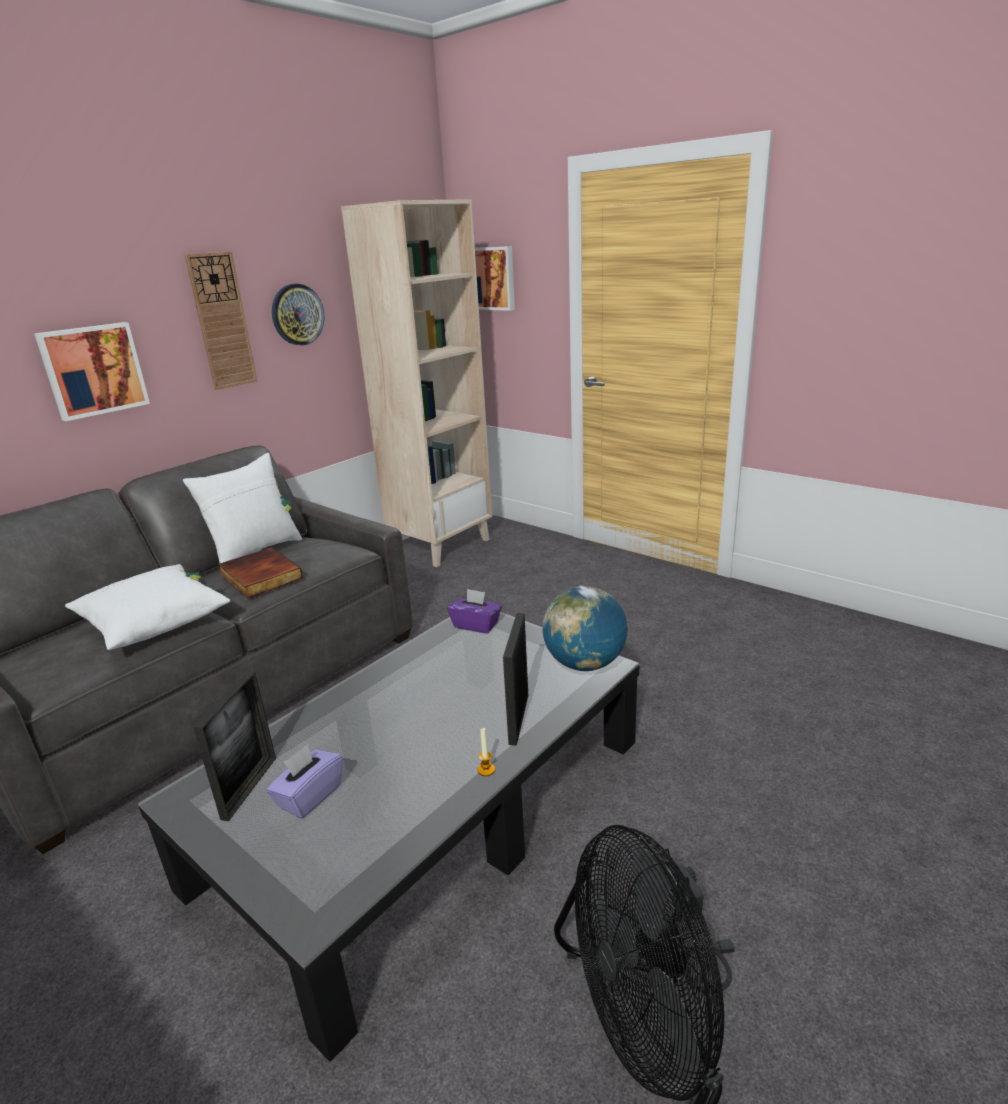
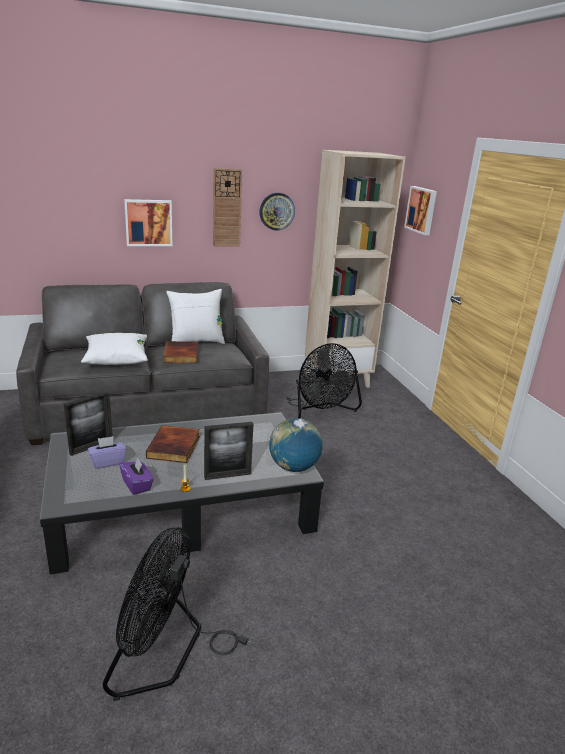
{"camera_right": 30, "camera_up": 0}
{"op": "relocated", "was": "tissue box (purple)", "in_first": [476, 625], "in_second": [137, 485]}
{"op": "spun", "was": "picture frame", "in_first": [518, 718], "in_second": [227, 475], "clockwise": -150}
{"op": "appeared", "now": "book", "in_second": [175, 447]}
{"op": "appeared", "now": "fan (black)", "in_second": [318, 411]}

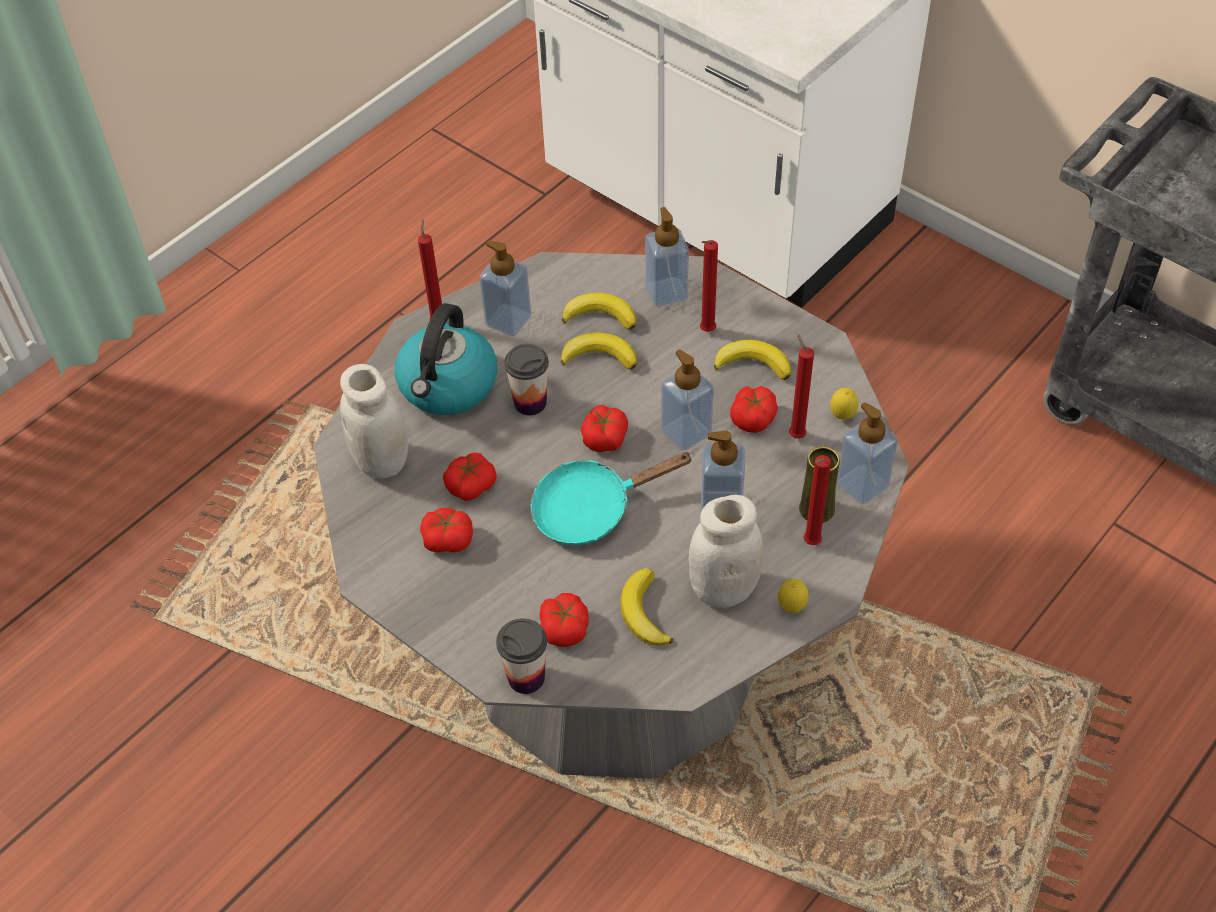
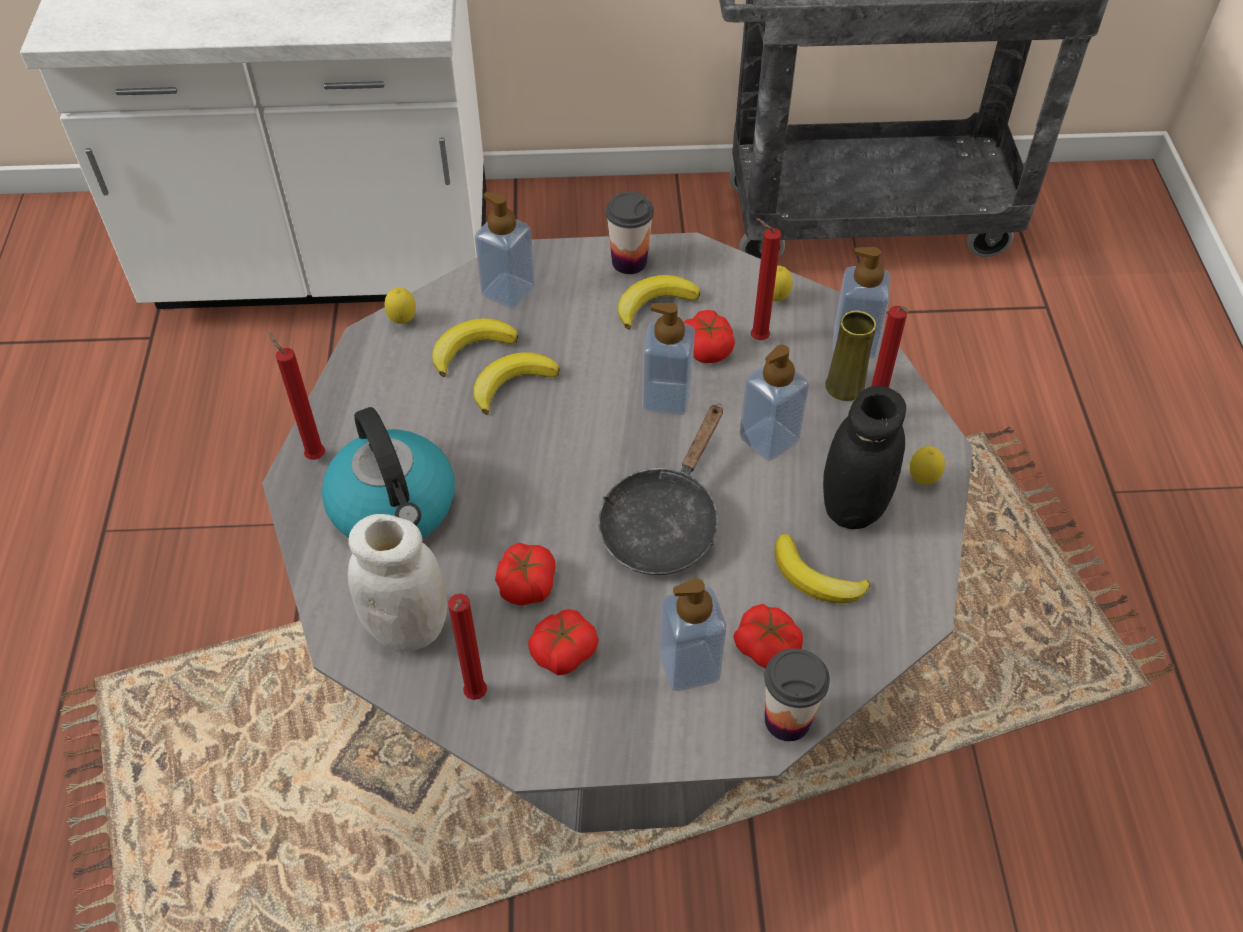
{"camera_right": -45, "camera_up": 0}
{"op": "relocated", "was": "soap dispenser", "in_first": [508, 320], "in_second": [689, 665]}
{"op": "relocated", "was": "cup", "in_first": [530, 403], "in_second": [629, 262]}
{"op": "colour", "was": "frying pan (turquoise)", "now": "frying pan (black)", "in_first": [591, 509], "in_second": [663, 522]}
{"op": "missing", "was": "tomato", "in_first": [604, 438]}
{"op": "colour", "was": "jar (white)", "now": "jar (black)", "in_first": [723, 589], "in_second": [853, 506]}
{"op": "relocated", "was": "candle (red)", "in_first": [705, 332], "in_second": [475, 697]}
{"op": "appeared", "now": "lemon", "in_second": [403, 321]}

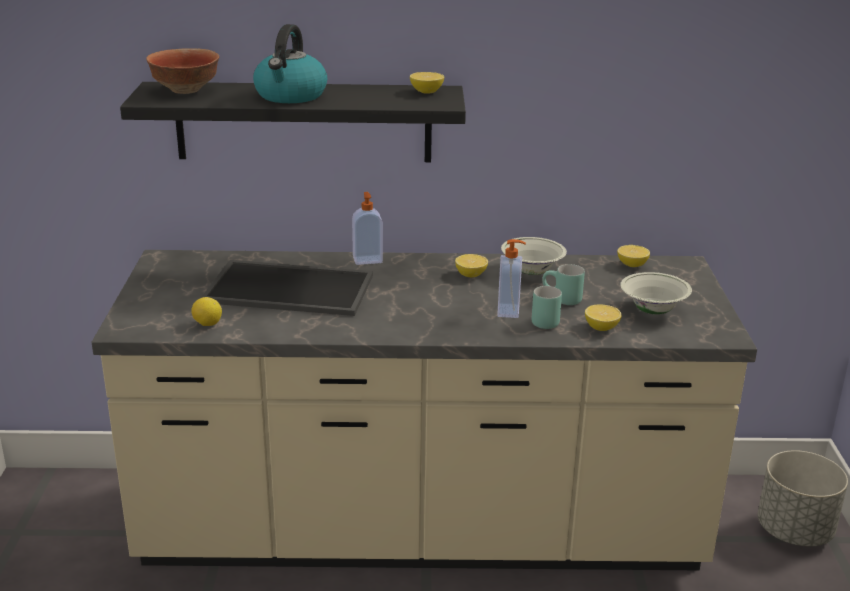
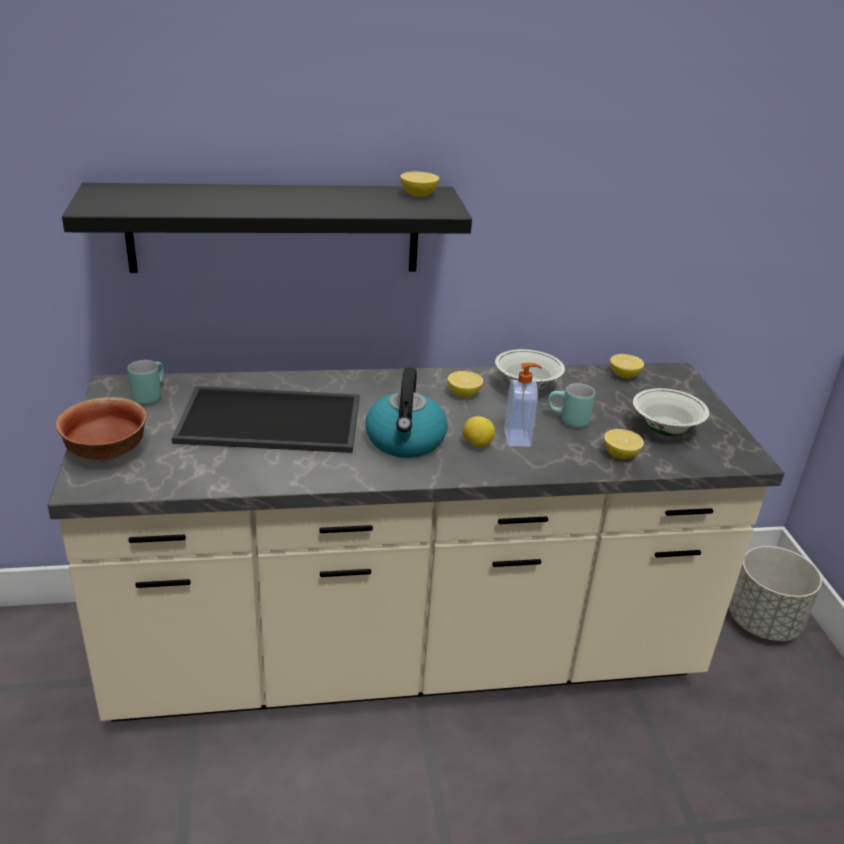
{"camera_right": -10, "camera_up": 5}
{"op": "relocated", "was": "bowl", "in_first": [187, 90], "in_second": [108, 453]}
{"op": "relocated", "was": "lemon", "in_first": [207, 324], "in_second": [477, 445]}
{"op": "relocated", "was": "kettle", "in_first": [291, 96], "in_second": [405, 441]}
{"op": "missing", "was": "soap dispenser", "in_first": [367, 259]}
{"op": "relocated", "was": "mug (turquoise)", "in_first": [545, 320], "in_second": [149, 395]}

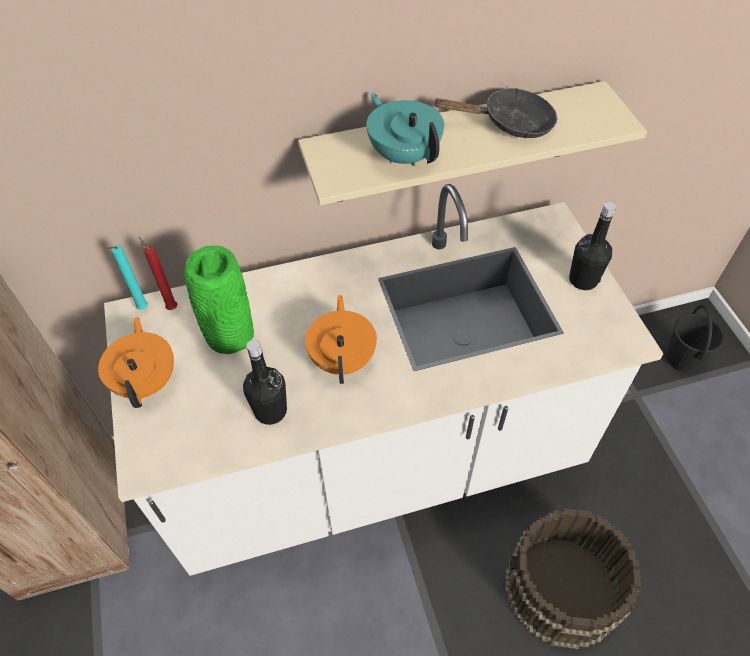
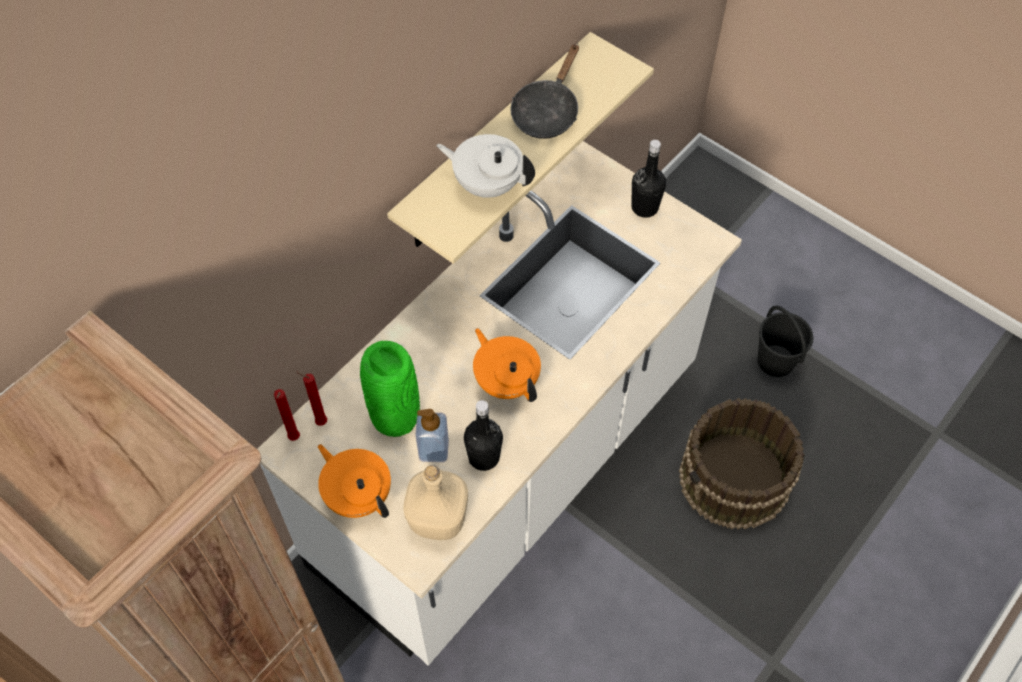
{"camera_right": -35, "camera_up": 5}
{"op": "colour", "was": "candle (turquoise)", "now": "candle (red)", "in_first": [141, 309], "in_second": [294, 439]}
{"op": "colour", "was": "teapot (turquoise)", "now": "teapot (white)", "in_first": [404, 155], "in_second": [487, 184]}
{"op": "spun", "was": "frying pan (black)", "in_first": [510, 123], "in_second": [547, 111], "clockwise": 150}
{"op": "relocated", "was": "bucket (black)", "in_first": [683, 359], "in_second": [776, 361]}
{"op": "appeared", "now": "bottle (beige)", "in_second": [438, 517]}
{"op": "appeared", "now": "soap dispenser", "in_second": [433, 449]}

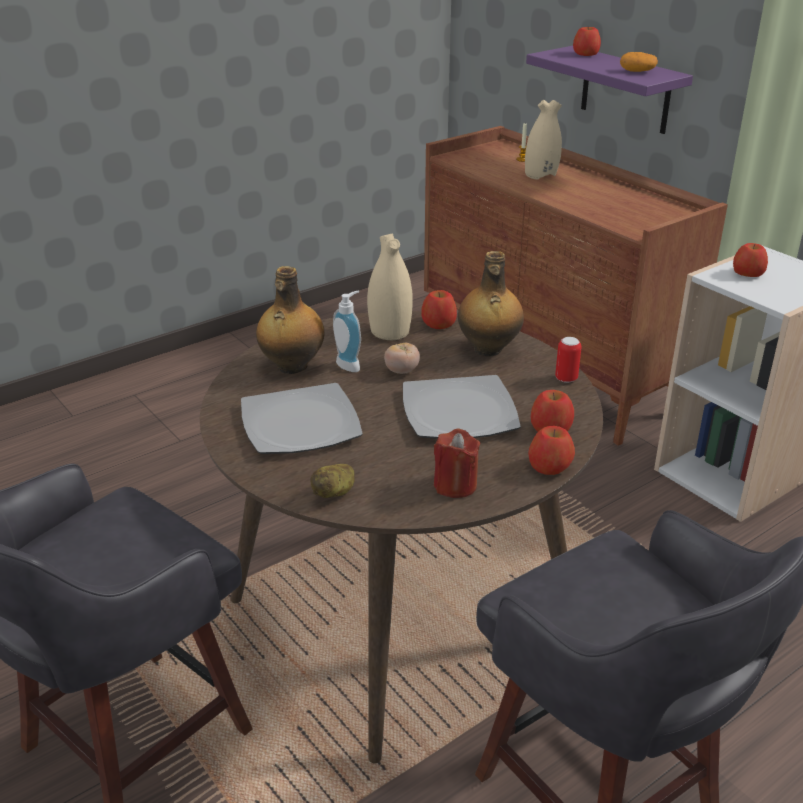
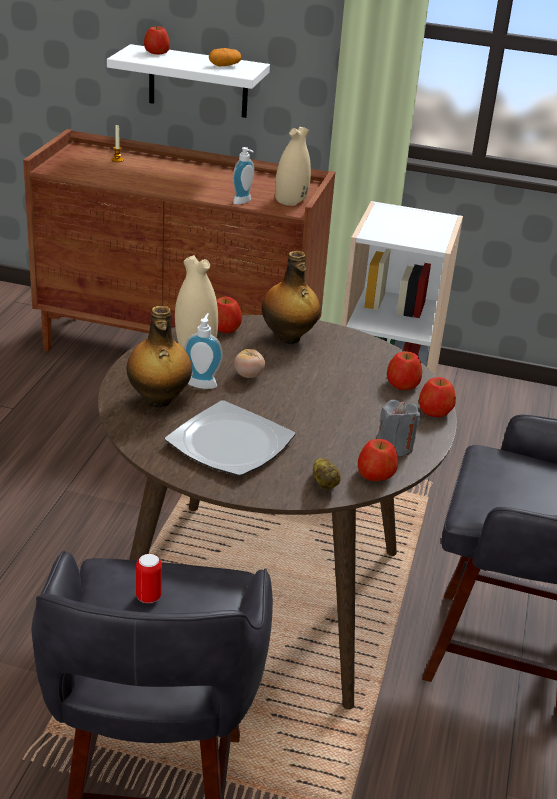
{"camera_right": -40, "camera_up": 0}
{"op": "missing", "was": "plate", "in_first": [460, 411]}
{"op": "colour", "was": "candle (red)", "now": "candle (grey)", "in_first": [455, 485], "in_second": [395, 446]}
{"op": "relocated", "was": "vase (beige)", "in_first": [541, 175], "in_second": [291, 200]}
{"op": "colour", "was": "shelf (purple)", "now": "shelf (white)", "in_first": [625, 90], "in_second": [198, 82]}
{"op": "relocated", "was": "can", "in_first": [566, 378], "in_second": [148, 597]}
{"op": "relocated", "was": "apple", "in_first": [747, 273], "in_second": [375, 474]}
{"op": "appeared", "now": "soap dispenser", "in_second": [244, 202]}

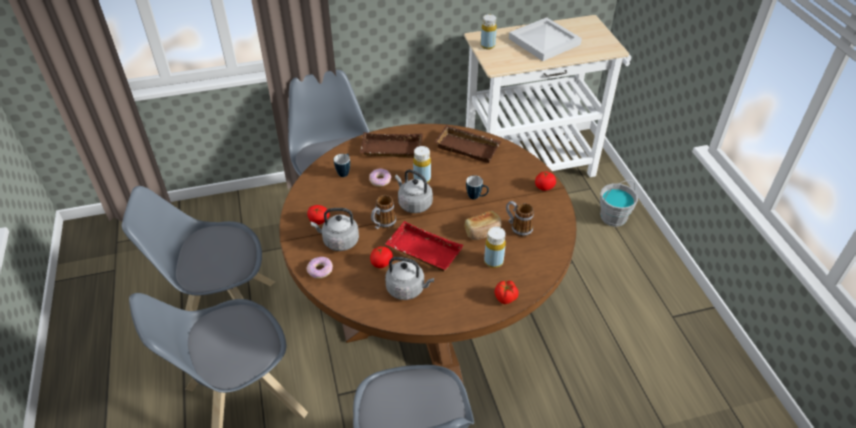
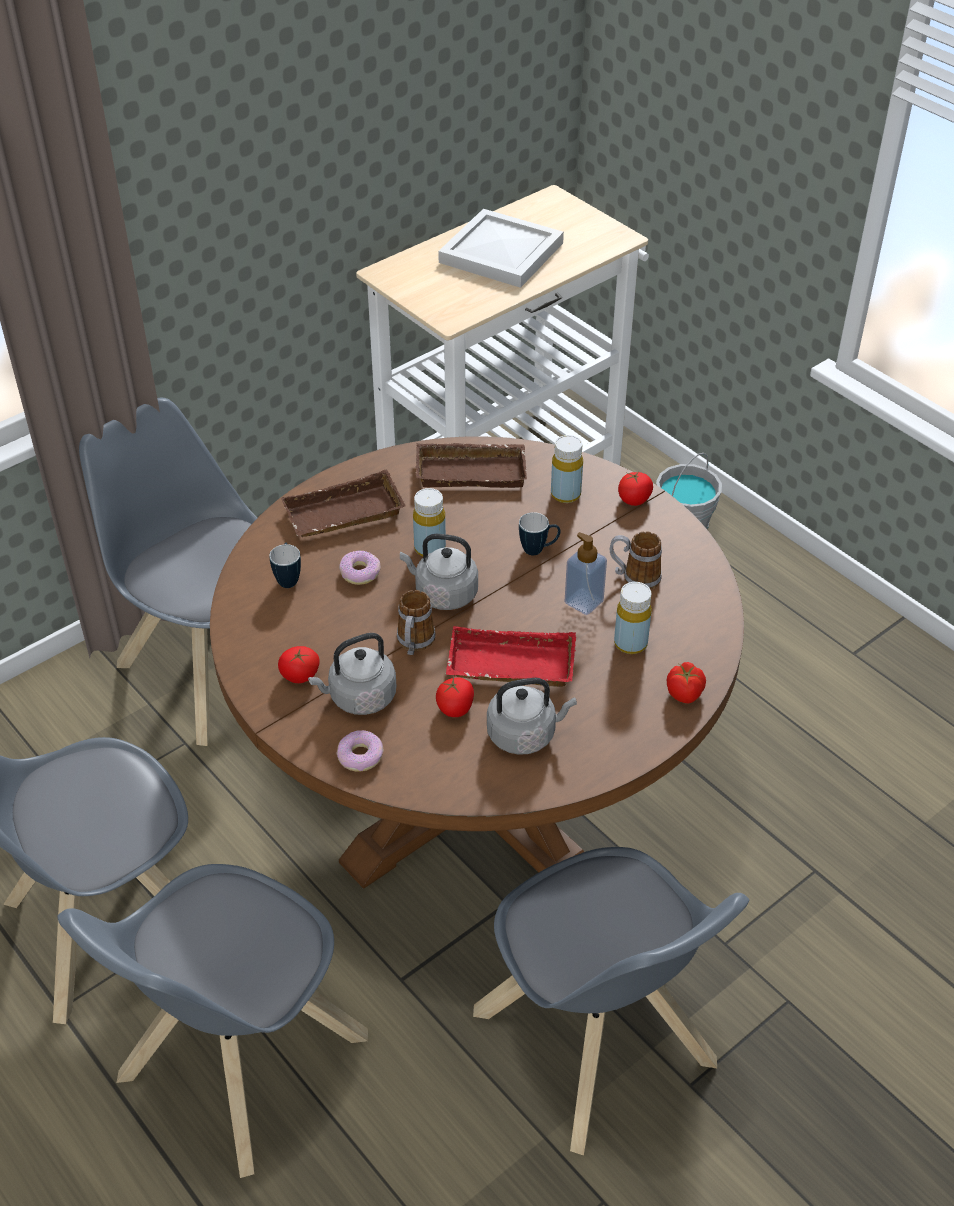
{"camera_right": -25, "camera_up": 0}
{"op": "exchanged", "was": "bread", "now": "soap dispenser", "in_first": [482, 231], "in_second": [584, 602]}
{"op": "relocated", "was": "bottle (yellow)", "in_first": [487, 46], "in_second": [565, 494]}

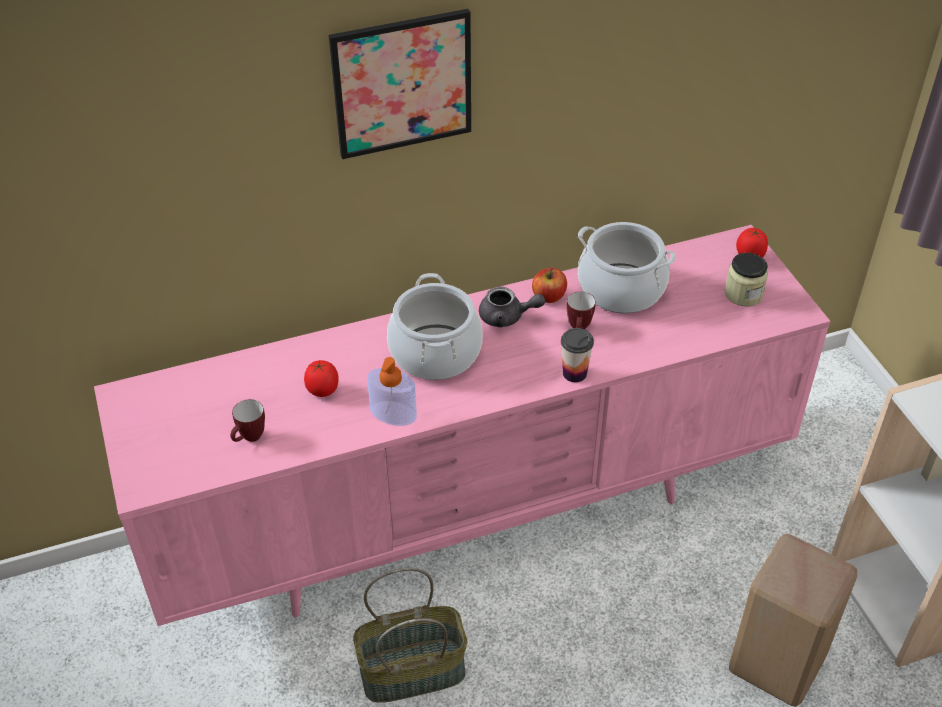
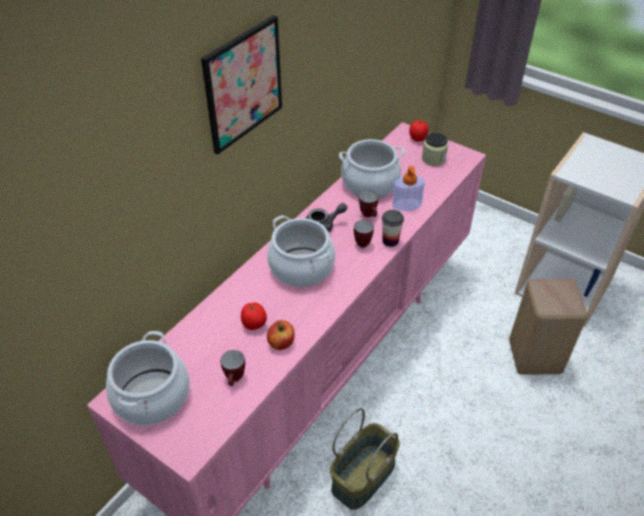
{"camera_right": -35, "camera_up": 0}
{"op": "relocated", "was": "soap dispenser", "in_first": [393, 413], "in_second": [406, 205]}
{"op": "relocated", "was": "apple", "in_first": [549, 296], "in_second": [281, 343]}
{"op": "appeared", "now": "cooking pot", "in_second": [151, 396]}
{"op": "appeared", "now": "mug", "in_second": [362, 242]}

